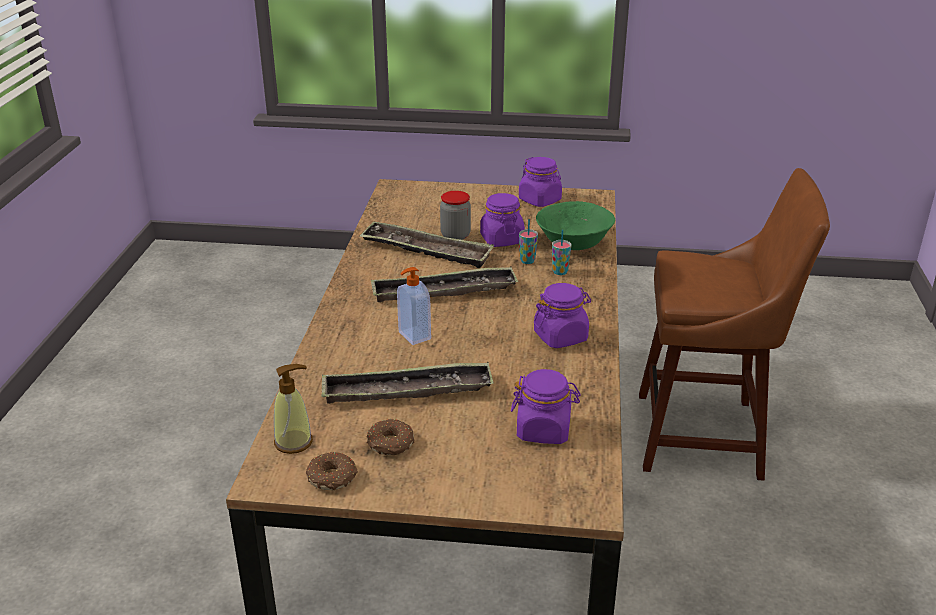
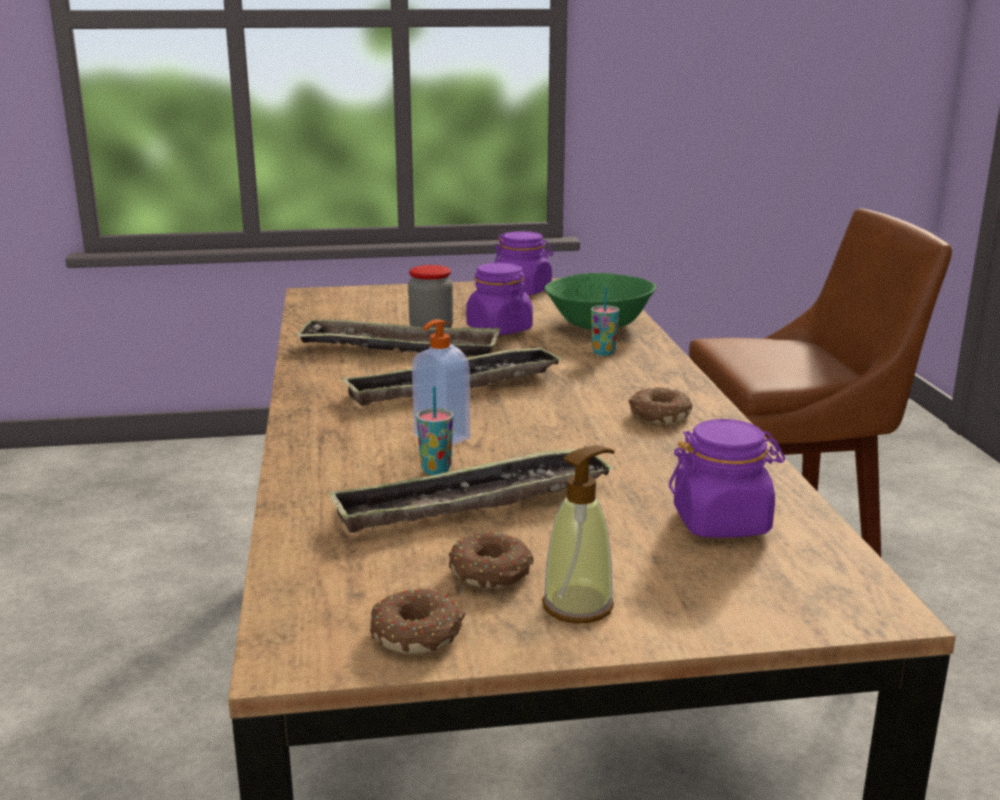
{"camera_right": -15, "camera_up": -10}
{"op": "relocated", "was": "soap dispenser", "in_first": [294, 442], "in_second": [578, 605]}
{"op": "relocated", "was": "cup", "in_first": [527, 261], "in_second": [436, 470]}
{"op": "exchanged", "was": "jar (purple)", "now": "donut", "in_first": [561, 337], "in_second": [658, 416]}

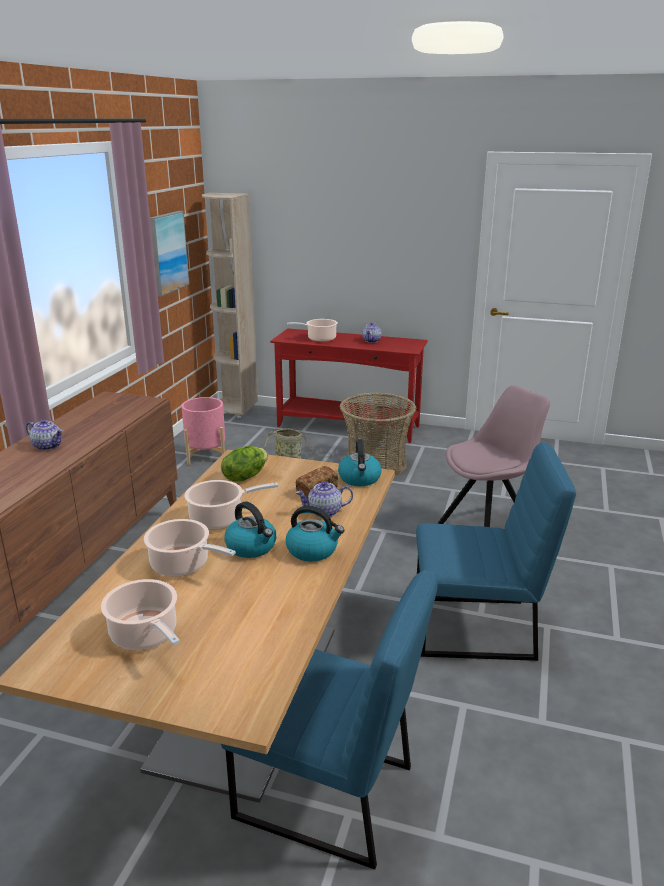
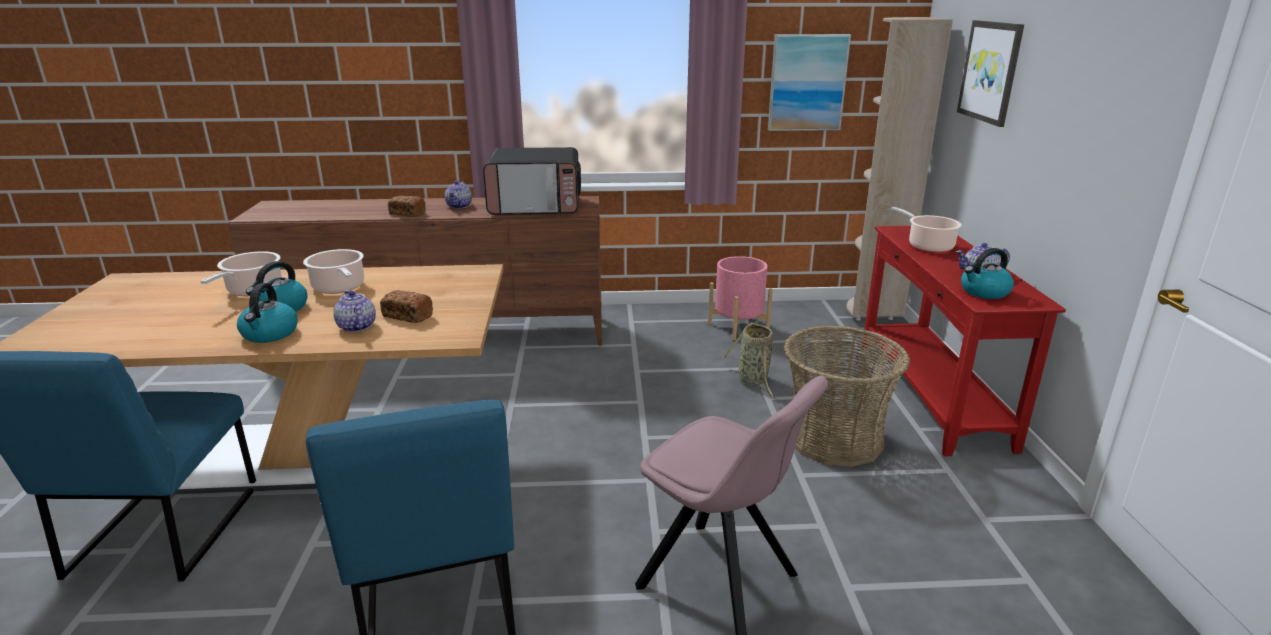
{"camera_right": 70, "camera_up": 0}
{"op": "missing", "was": "cooking pot", "in_first": [145, 635]}
{"op": "missing", "was": "lettuce", "in_first": [245, 476]}
{"op": "relocated", "was": "kettle", "in_first": [360, 479], "in_second": [984, 292]}
{"op": "appeared", "now": "bread", "in_second": [407, 213]}
{"op": "appeared", "now": "microwave", "in_second": [536, 207]}
{"op": "appeared", "now": "picture", "in_second": [990, 71]}

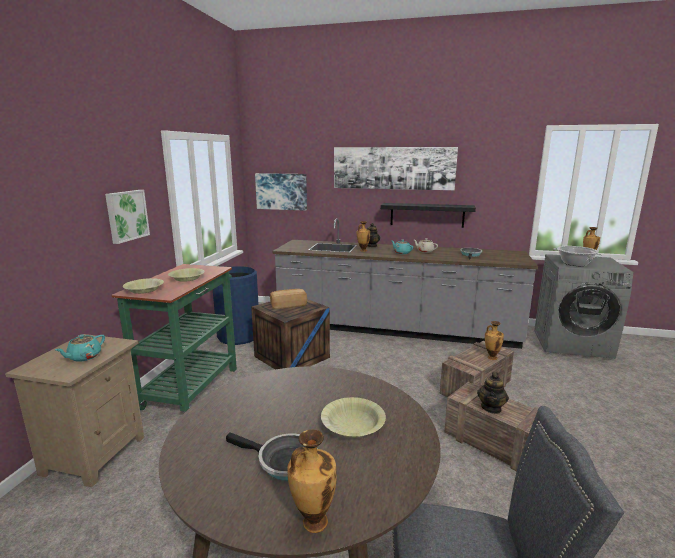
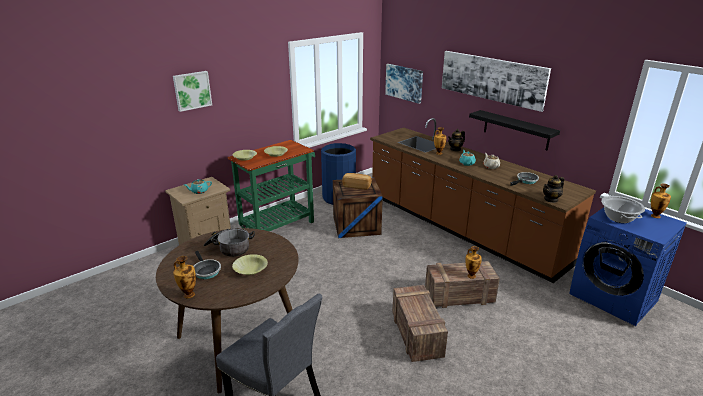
{"camera_right": 35, "camera_up": 10}
{"op": "relocated", "was": "picture", "in_first": [126, 215], "in_second": [192, 90]}
{"op": "colour", "was": "counter (grey)", "now": "counter (brown)", "in_first": [395, 329], "in_second": [460, 229]}
{"op": "relocated", "was": "teapot", "in_first": [491, 408], "in_second": [551, 199]}
{"op": "colour", "was": "washing machine (grey)", "now": "washing machine (blue)", "in_first": [572, 345], "in_second": [612, 299]}
{"op": "appeared", "now": "cooking pot", "in_second": [228, 248]}

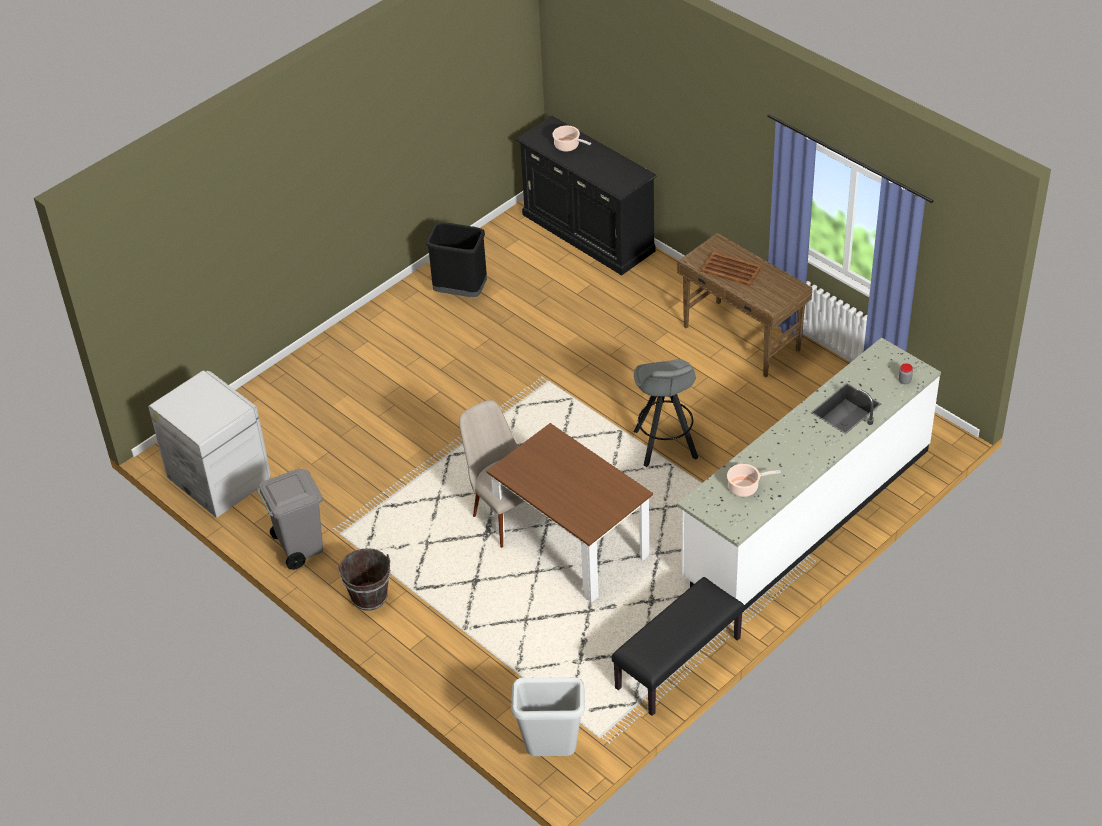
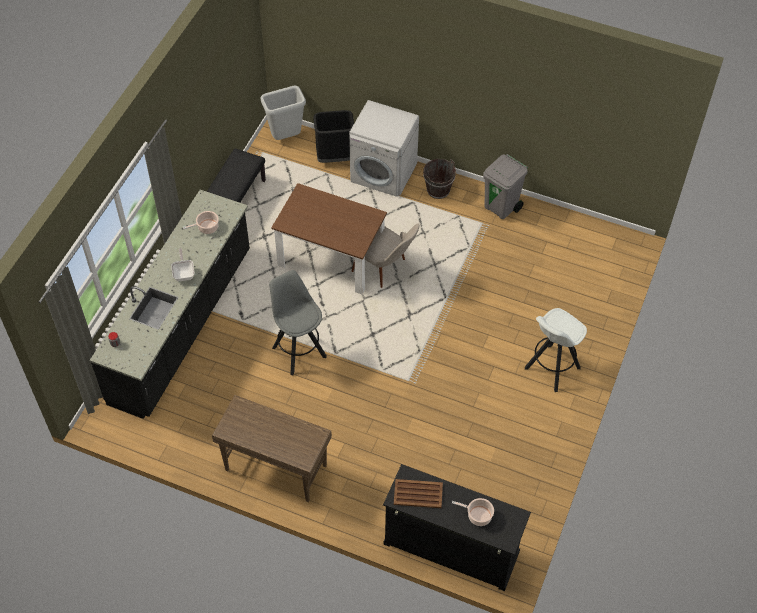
{"camera_right": 155, "camera_up": 10}
{"op": "relocated", "was": "washing machine (white)", "in_first": [220, 476], "in_second": [383, 173]}
{"op": "relocated", "was": "trash can (black)", "in_first": [461, 291], "in_second": [334, 157]}
{"op": "colour", "was": "counter (white)", "now": "counter (black)", "in_first": [806, 514], "in_second": [182, 326]}
{"op": "relocated", "was": "tray (brown)", "in_first": [731, 270], "in_second": [417, 494]}
{"op": "appeared", "now": "frying pan", "in_second": [184, 273]}
{"op": "appeared", "now": "stool (white)", "in_second": [551, 369]}

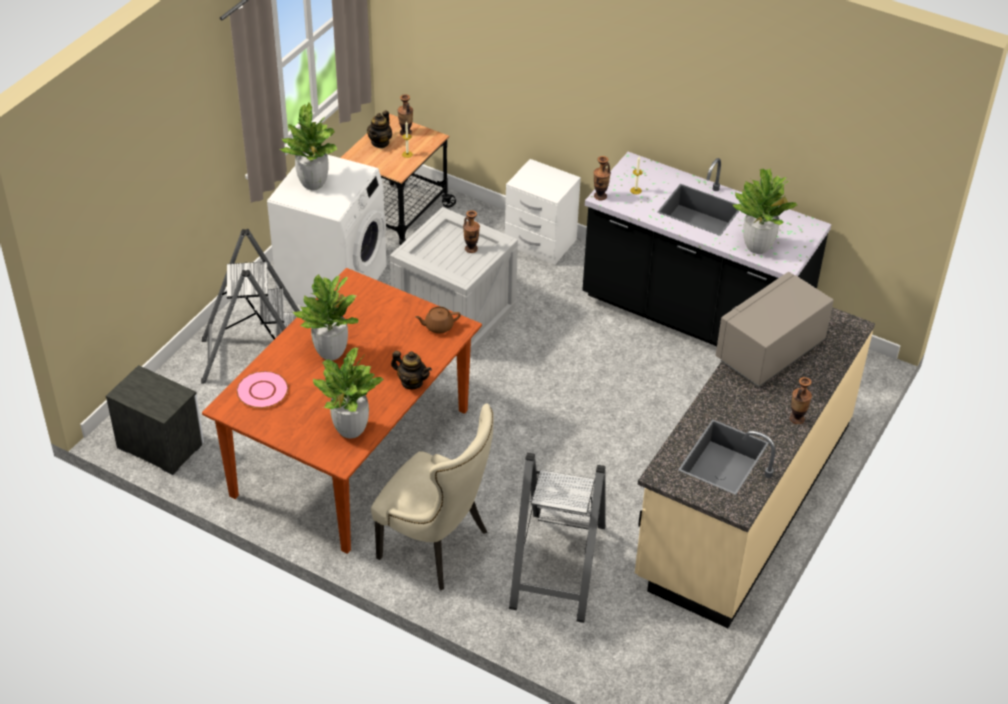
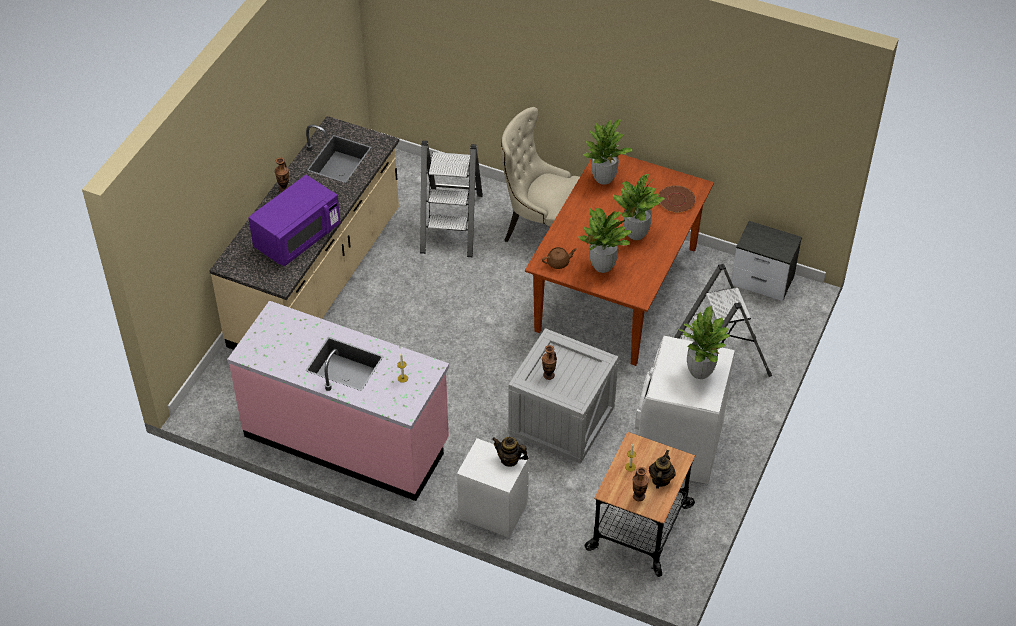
{"camera_right": 175, "camera_up": 5}
{"op": "colour", "was": "plate (pink)", "now": "plate (brown)", "in_first": [262, 391], "in_second": [676, 200]}
{"op": "relocated", "was": "teapot", "in_first": [412, 382], "in_second": [509, 459]}
{"op": "colour", "was": "counter (black)", "now": "counter (pink)", "in_first": [693, 317], "in_second": [347, 439]}
{"op": "missing", "was": "vase", "in_first": [600, 196]}
{"op": "colour", "was": "microwave (grey)", "now": "microwave (purple)", "in_first": [769, 352], "in_second": [297, 237]}
{"op": "relocated", "was": "potted plant", "in_first": [758, 247], "in_second": [602, 266]}

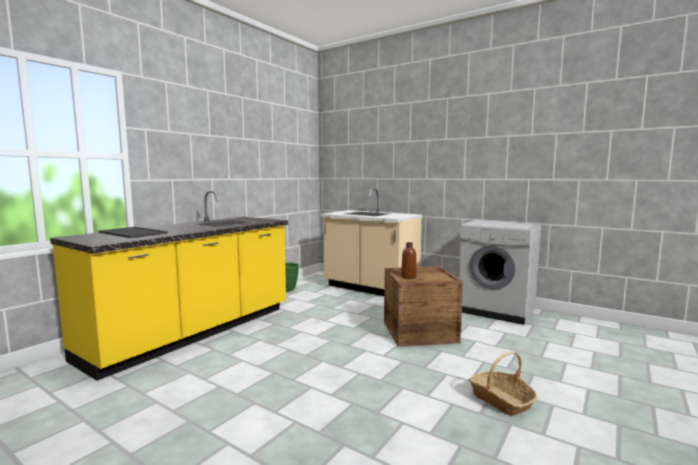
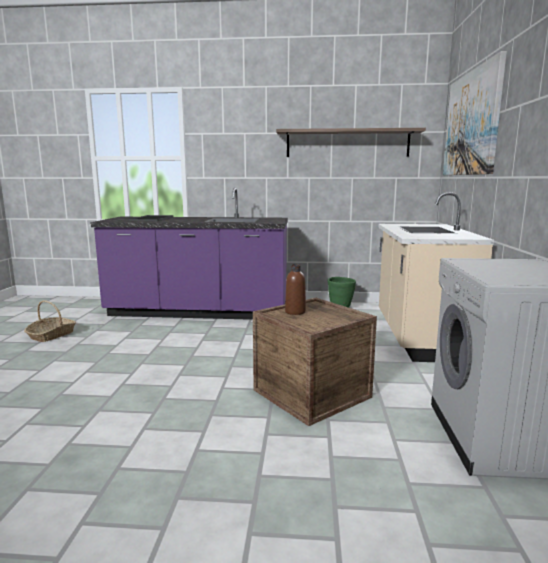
{"camera_right": 60, "camera_up": 5}
{"op": "colour", "was": "counter (yellow)", "now": "counter (purple)", "in_first": [194, 332], "in_second": [198, 312]}
{"op": "relocated", "was": "basket", "in_first": [501, 400], "in_second": [51, 335]}
{"op": "appeared", "now": "shelf", "in_second": [347, 143]}
{"op": "appeared", "now": "picture", "in_second": [471, 123]}

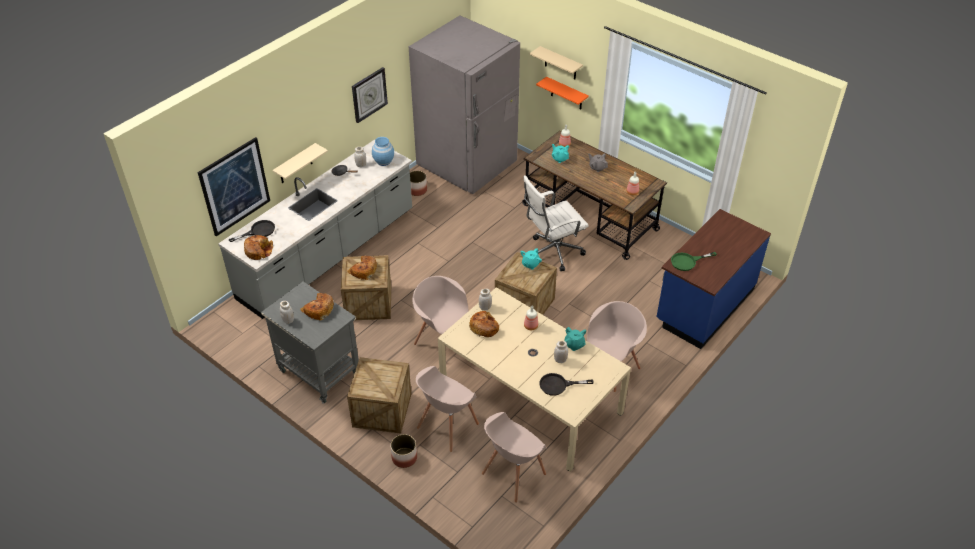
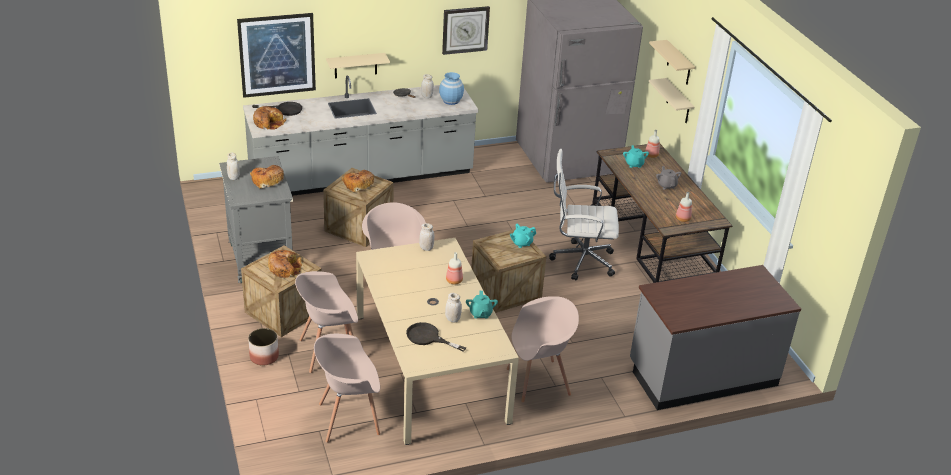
{"camera_right": 30, "camera_up": -10}
{"op": "missing", "was": "planter", "in_first": [417, 190]}
{"op": "relocated", "was": "bread", "in_first": [484, 327], "in_second": [284, 268]}
{"op": "colour", "was": "shelf (orange)", "now": "shelf (beige)", "in_first": [566, 94], "in_second": [678, 102]}
{"op": "colour", "was": "counter (blue)", "now": "counter (grey)", "in_first": [704, 305], "in_second": [702, 374]}
{"op": "missing", "was": "frying pan (green)", "in_first": [687, 262]}

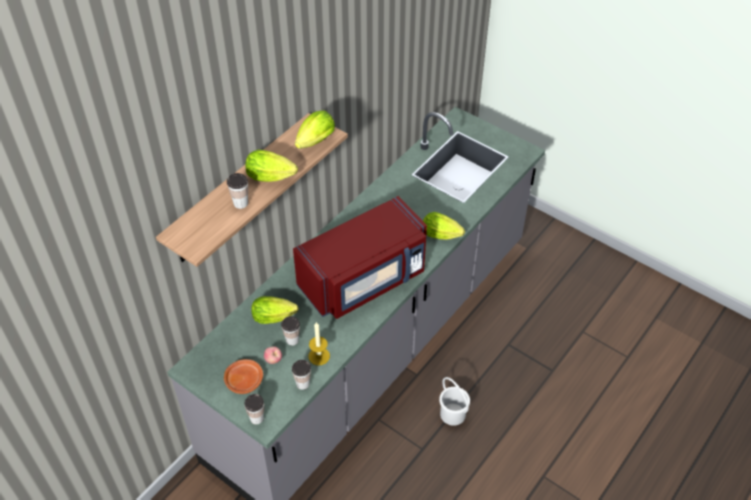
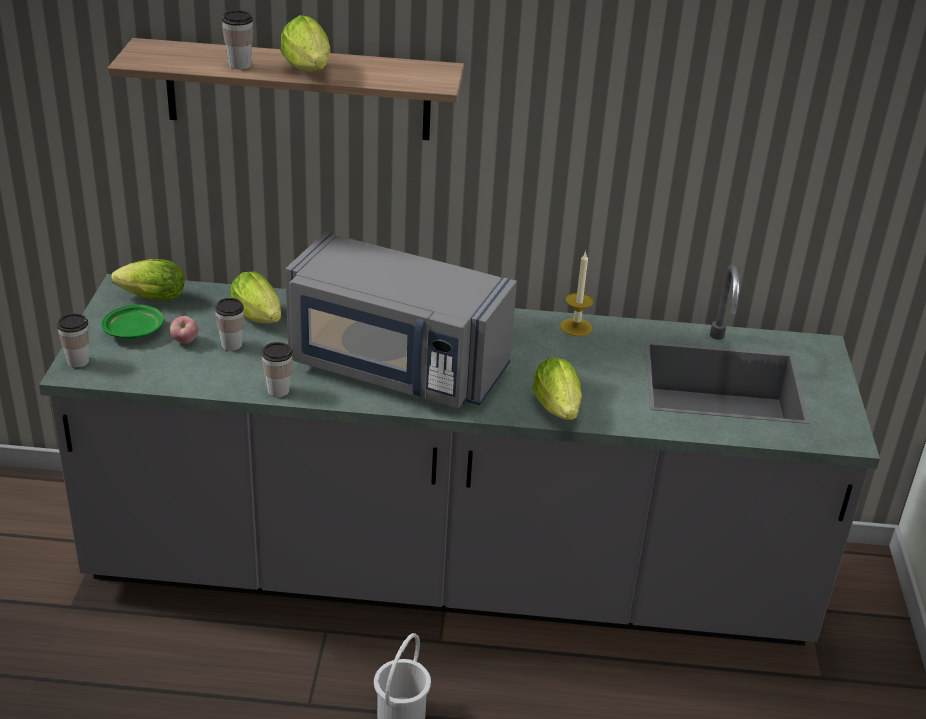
{"camera_right": 55, "camera_up": -15}
{"op": "colour", "was": "plate (brown)", "now": "plate (green)", "in_first": [244, 380], "in_second": [134, 331]}
{"op": "relocated", "was": "cup", "in_first": [303, 384], "in_second": [278, 391]}
{"op": "colour", "was": "microwave (red)", "now": "microwave (grey)", "in_first": [364, 280], "in_second": [395, 368]}
{"op": "relocated", "was": "lettuce", "in_first": [313, 143], "in_second": [149, 298]}
{"op": "relocated", "was": "candle", "in_first": [319, 356], "in_second": [576, 327]}

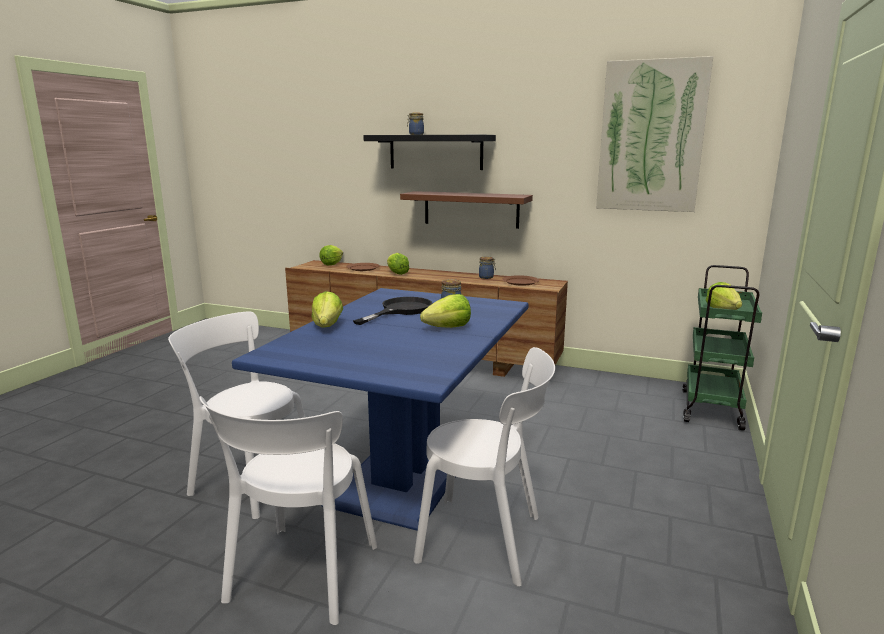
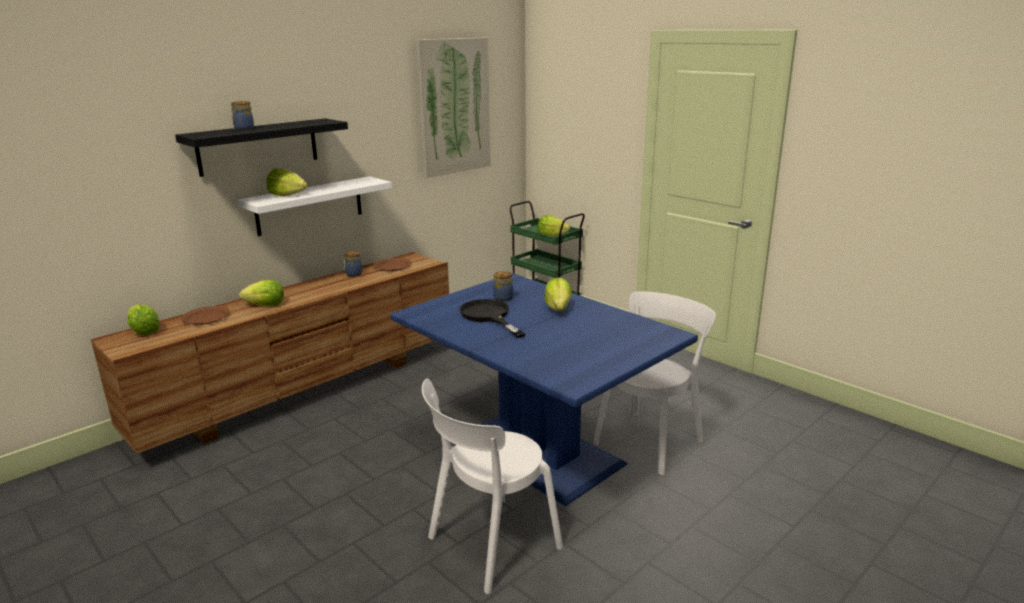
{"camera_right": -65, "camera_up": 5}
{"op": "missing", "was": "chair (white)", "in_first": [300, 577]}
{"op": "relocated", "was": "lettuce", "in_first": [327, 326], "in_second": [287, 195]}
{"op": "colour", "was": "shelf (brown)", "now": "shelf (white)", "in_first": [471, 209], "in_second": [309, 205]}

